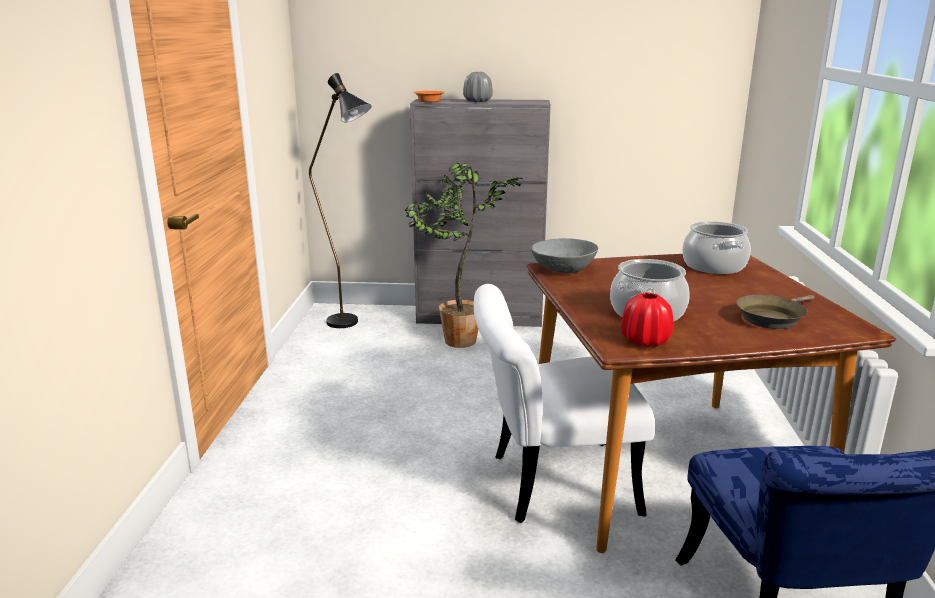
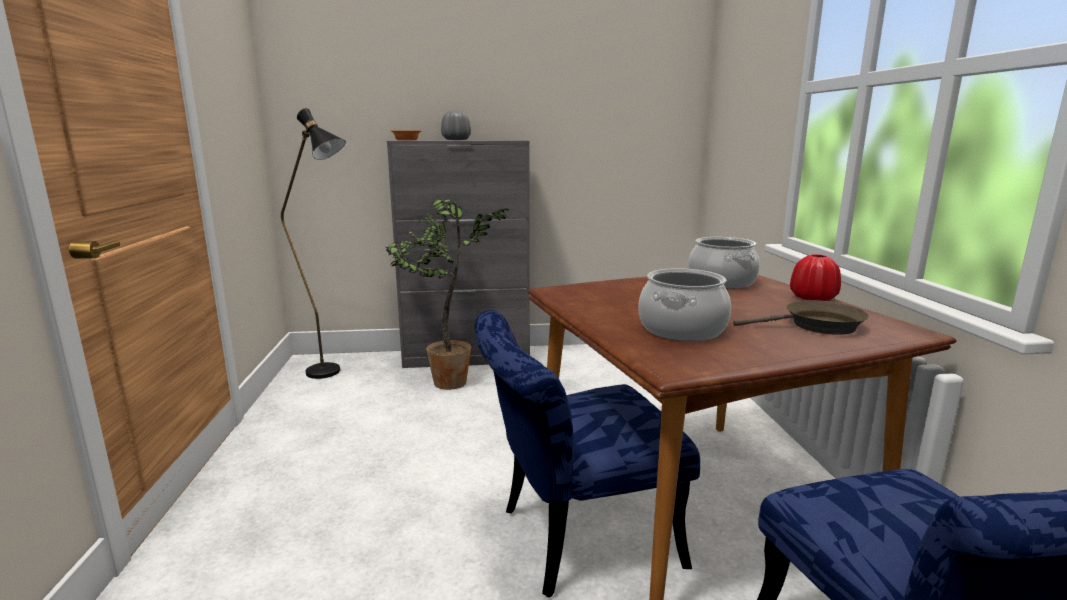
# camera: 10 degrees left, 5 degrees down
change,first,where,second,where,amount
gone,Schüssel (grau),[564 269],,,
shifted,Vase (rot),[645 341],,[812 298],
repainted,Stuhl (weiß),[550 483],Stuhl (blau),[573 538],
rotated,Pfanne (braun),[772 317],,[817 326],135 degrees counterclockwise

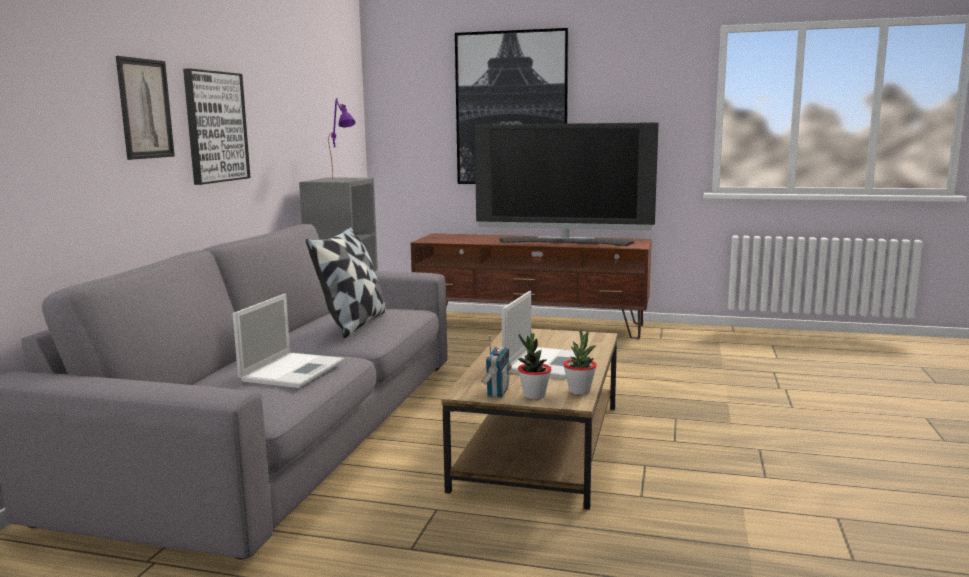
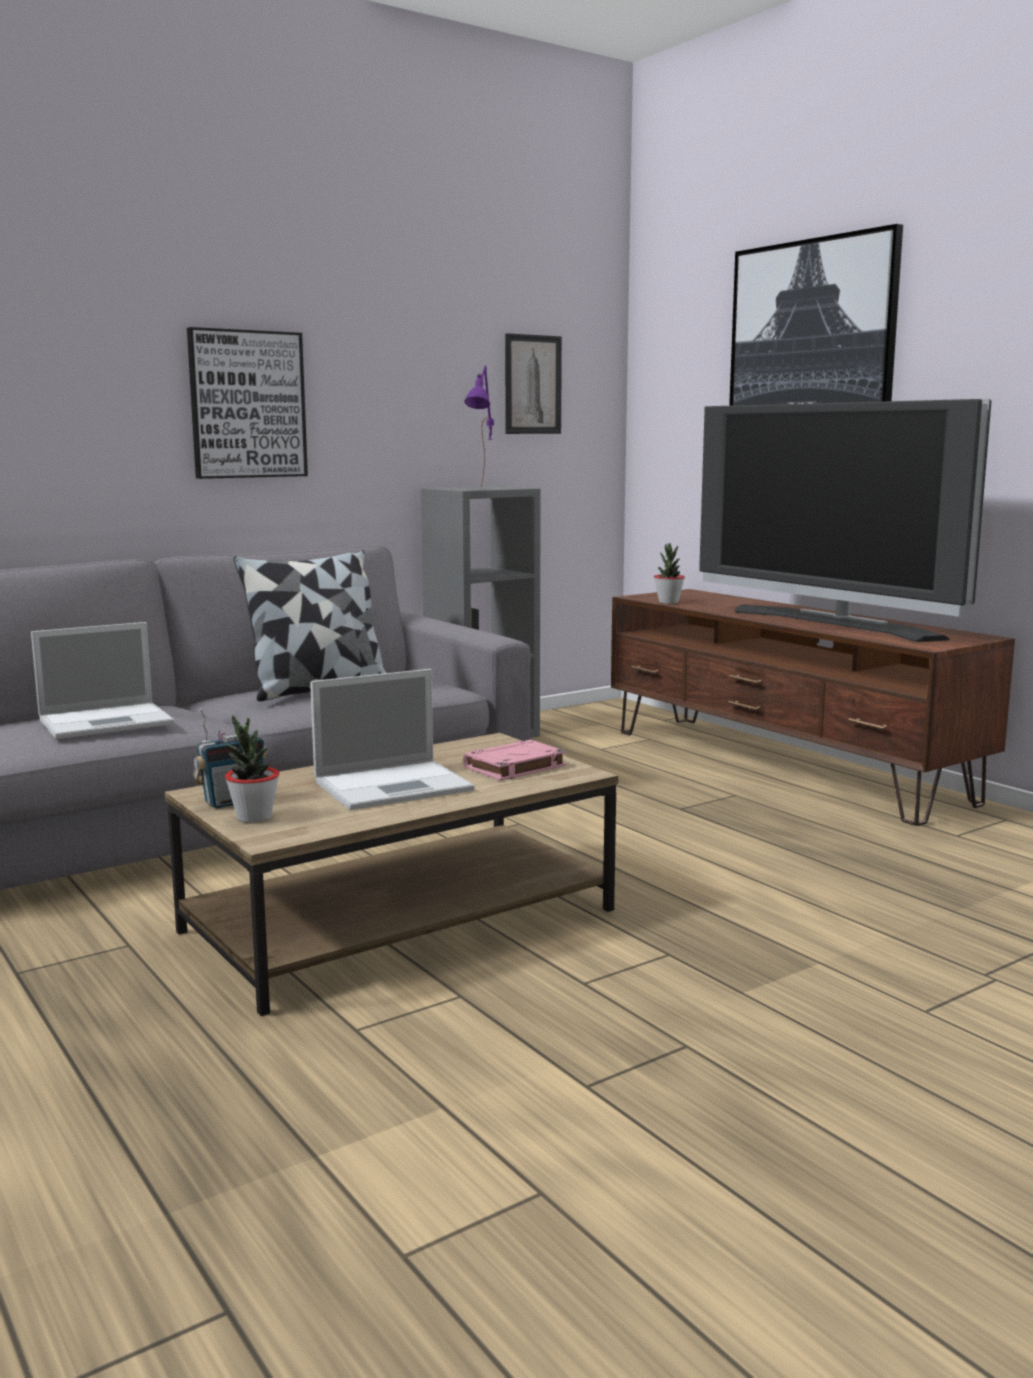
# camera: 40 degrees right, 0 degrees up
change,first,where,second,where,amount
new,,,Buch (rosa),[514 767],
shifted,Bild,[145 109],,[532 384],
shifted,Topfpflanze,[579 391],,[668 602],

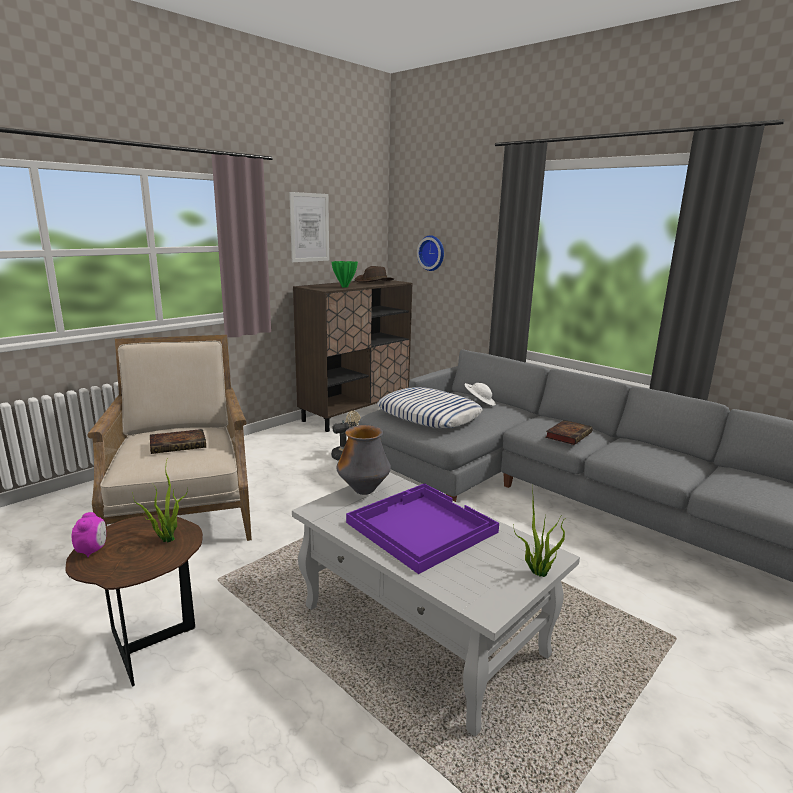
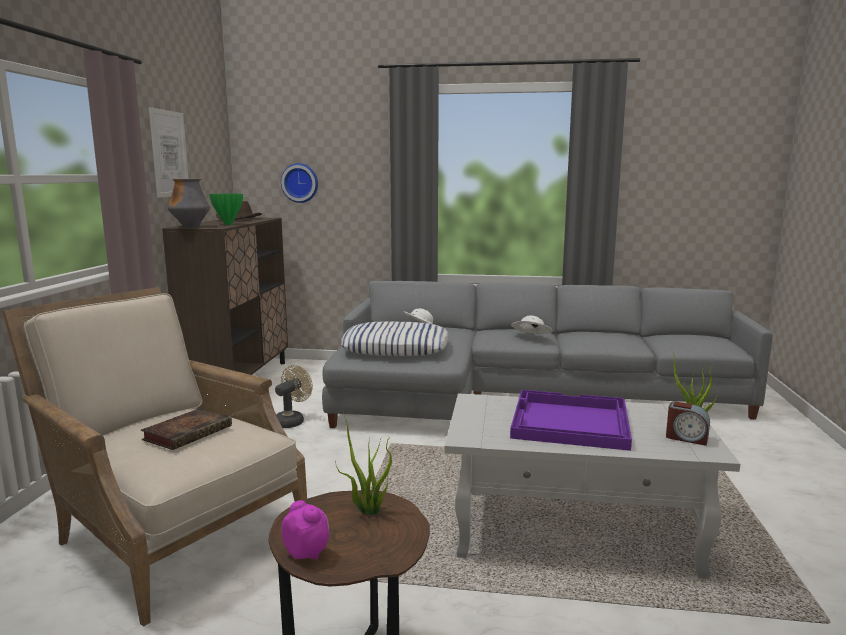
# camera: 35 degrees left, 5 degrees down
change,first,where,second,where,amount
new,,,Wecker,[686 438],
shifted,Vase,[363 491],,[190 227],
swapped,Buch,[568 435],Hut (weiß),[530 337],

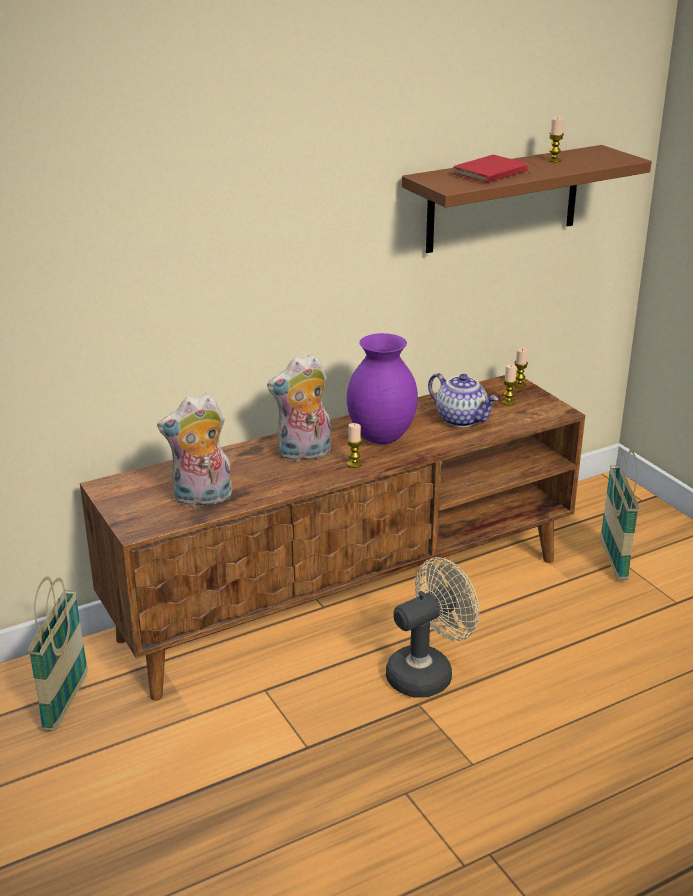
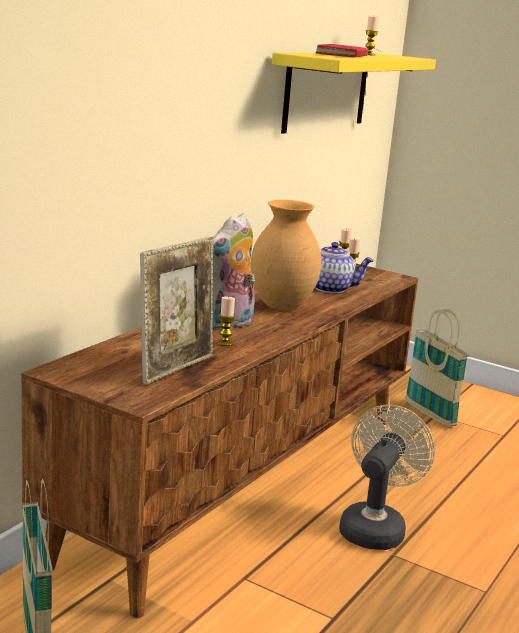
# camera: 30 degrees left, 10 degrees down
change,first,where,second,where,amount
shifted,Kerze,[354 464],,[225 343],
swapped,Plüschtier,[201 499],Bilderrahmen,[176 368],
repainted,Vase (lila),[382 438],Vase (braun),[282 306],
repainted,Wandregal (braun),[503 199],Wandregal (gelb),[326 90],

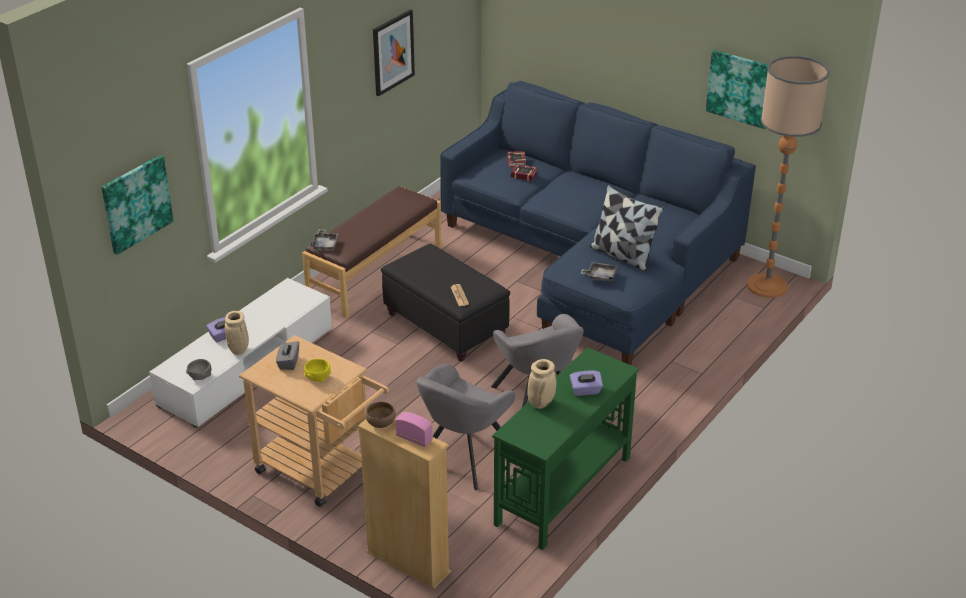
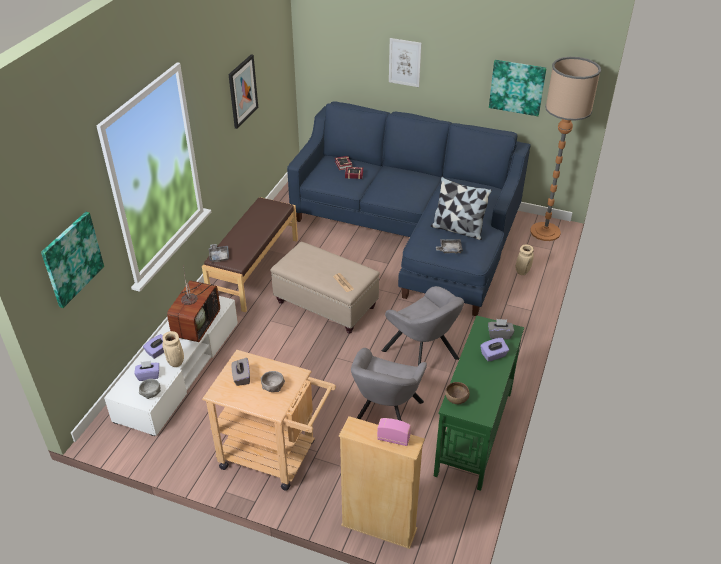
# camera: 15 degrees left, 5 degrees up
change,first,where,second,where,amount
new,,,Taschentuchbox (lila),[148 375],
new,,,Fernseher,[196 324],
new,,,Bild,[404 62],
new,,,Taschentuchbox (grau),[499 334],
shifted,Schüssel (braun),[380 422],,[456 398],
shifted,Vase (beige),[541 403],,[522 271],
repainted,Schüssel (gelb),[317 378],Schüssel (grau),[273 388],
repainted,Polsterhocker (schwarz),[445 325],Polsterhocker (beige),[325 304],

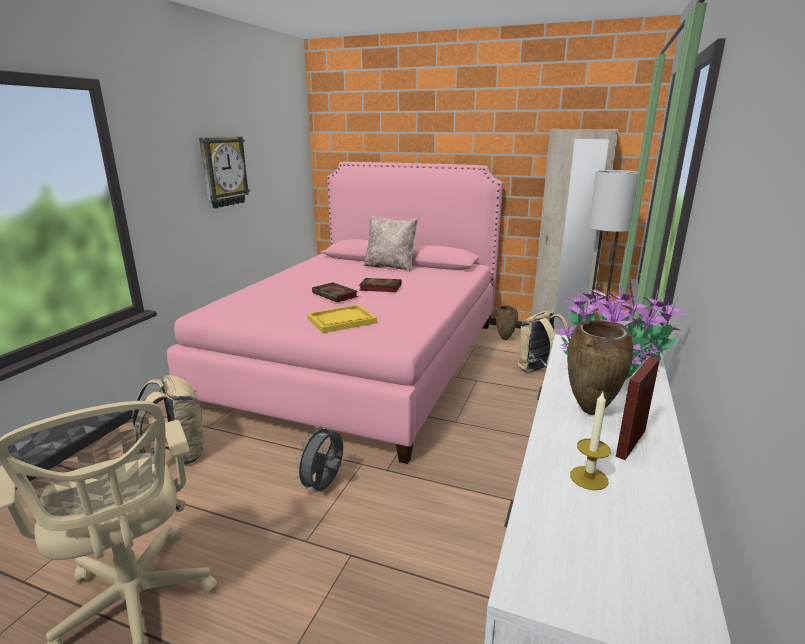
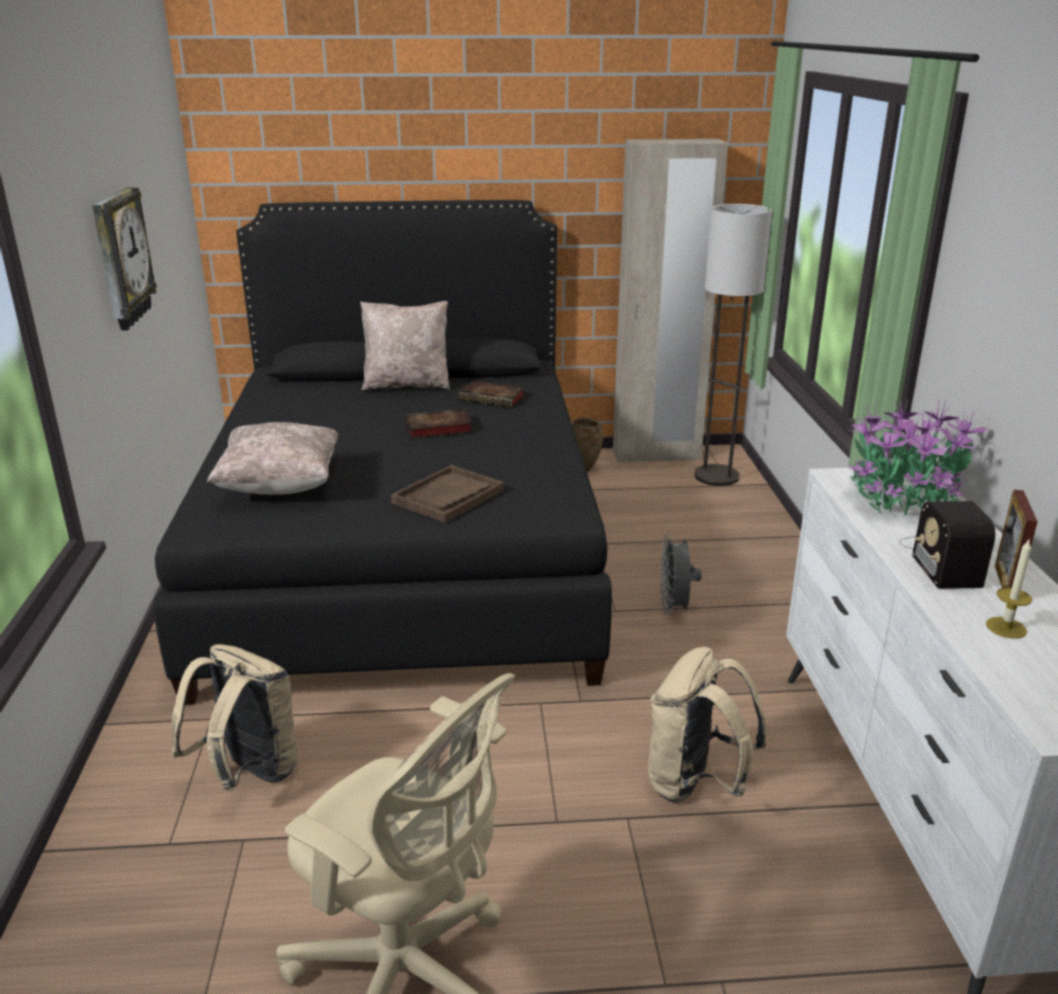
# camera: 25 degrees left, 5 degrees up
change,first,where,second,where,amount
new,,,Kissen (beige),[280 485],
shifted,Ventilator (grau),[324 486],,[675 608],
shifted,Buch,[336 295],,[494 398],
shifted,Rucksack (beige),[539 370],,[696 784],
swapped,Vase (braun),[591 412],Radio,[942 559],
repainted,Bett (rosa),[362 361],Bett (schwarz),[403 550],
repainted,Tablett (gelb),[341 320],Tablett (braun),[448 496],

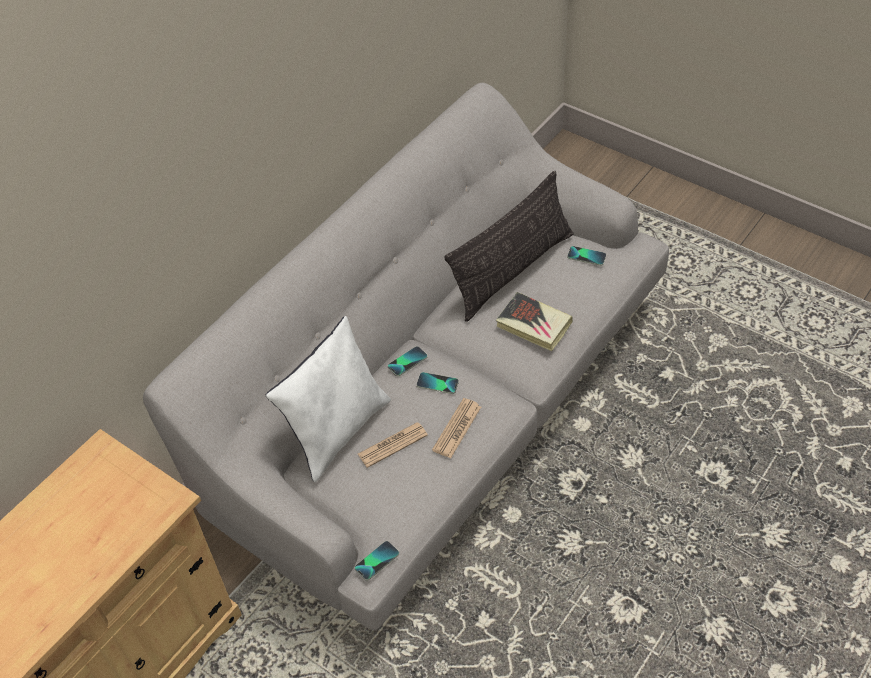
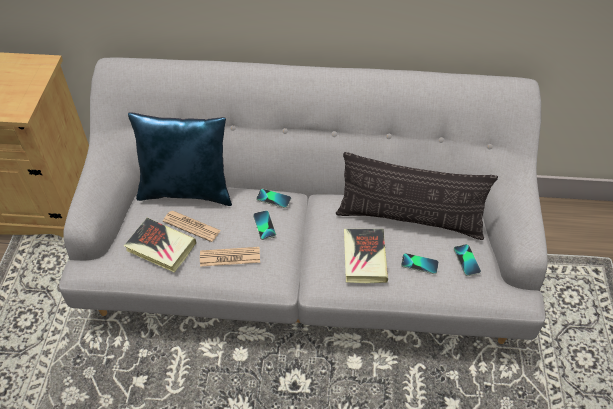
# camera: 55 degrees right, 0 degrees up
change,first,where,second,where,amount
new,,,Buch,[161 247],
shifted,Handy,[377 561],,[419 264],
repainted,Kissen (weiß),[337 430],Kissen (blau),[187 190],

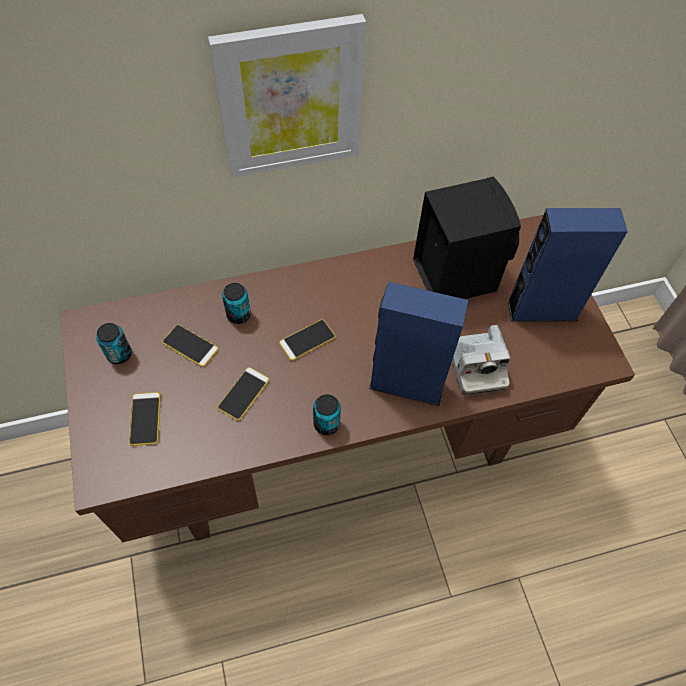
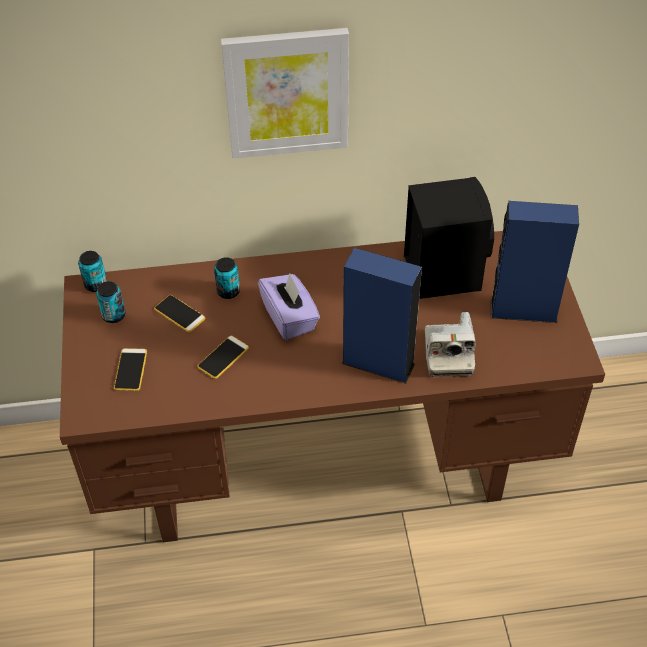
# camera: 10 degrees right, 10 degrees down
change,first,where,second,where,amount
shifted,Dose,[326 424],,[95 284],
swapped,Handy,[307 340],Taschentuchbox (lila),[289 318],

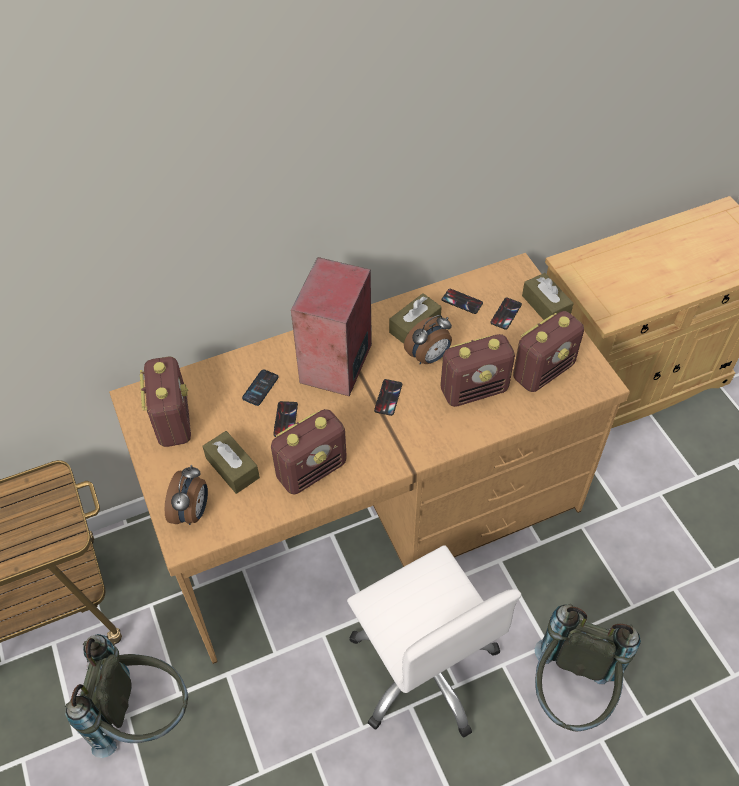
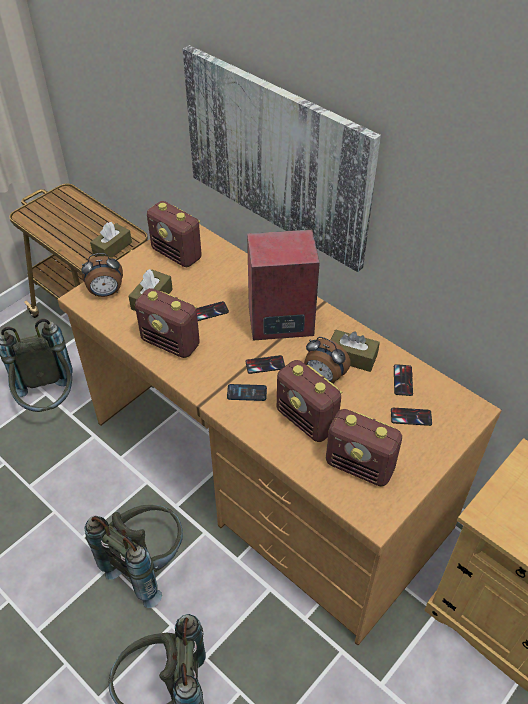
# camera: 65 degrees right, 5 degrees down
change,first,where,second,where,amount
new,,,Bild,[277 157],
shifted,Handy,[260 388],,[247 393],
shifted,Taschentuchbox (braun),[545 306],,[112 248],
swapped,Bürostuhl (weiß),[424 667],Rucksack (grau),[146 563],
rotated,Radio,[173 420],,[177 254],75 degrees clockwise

